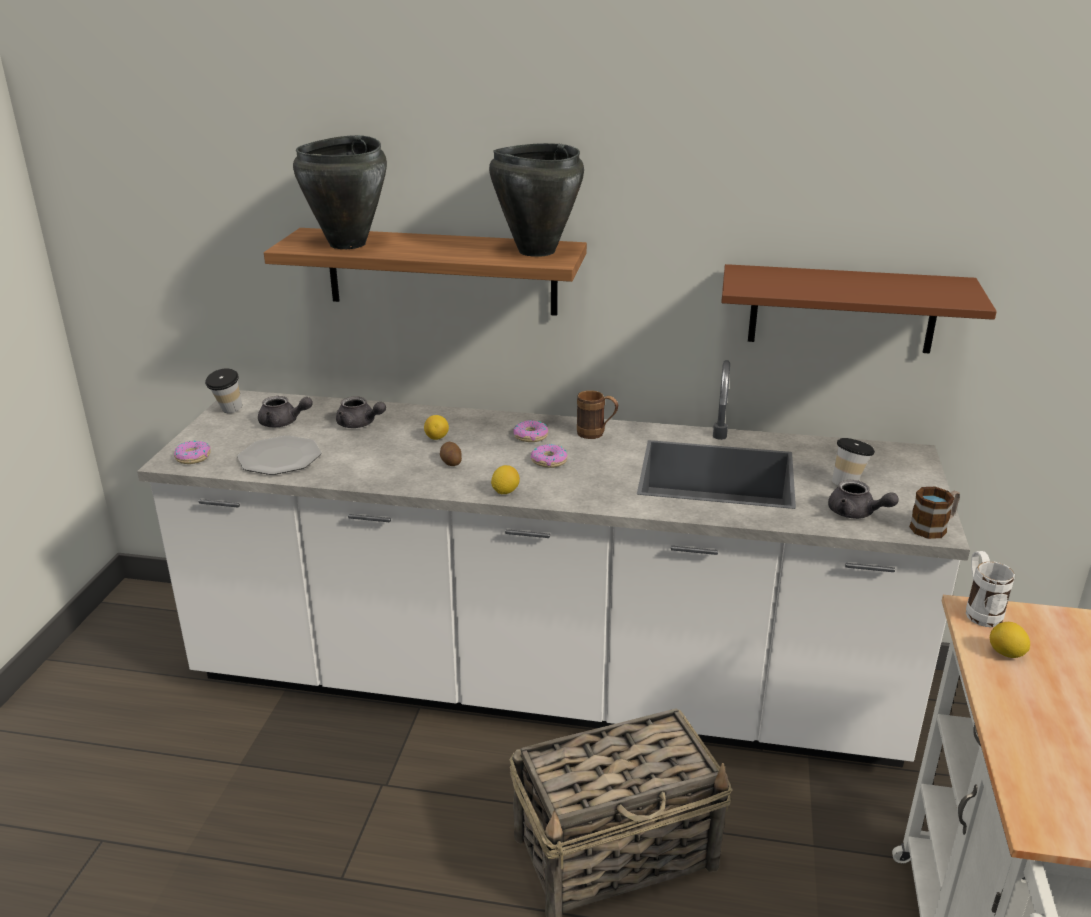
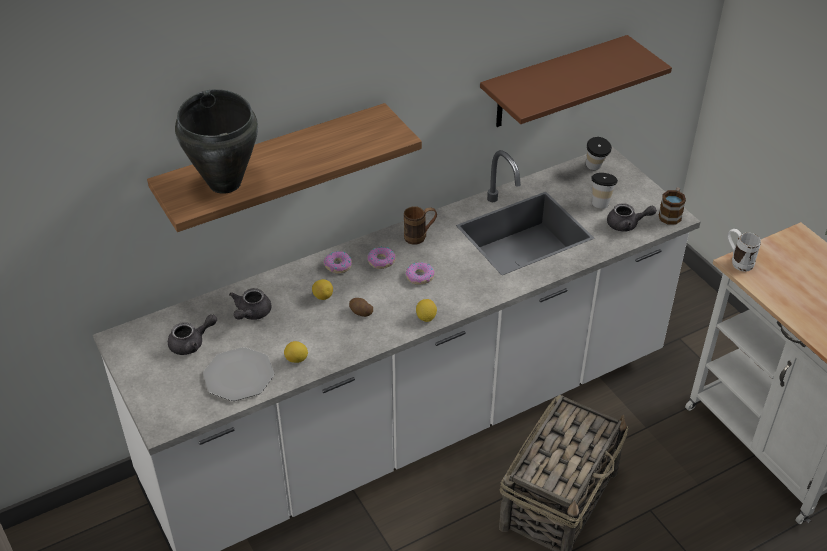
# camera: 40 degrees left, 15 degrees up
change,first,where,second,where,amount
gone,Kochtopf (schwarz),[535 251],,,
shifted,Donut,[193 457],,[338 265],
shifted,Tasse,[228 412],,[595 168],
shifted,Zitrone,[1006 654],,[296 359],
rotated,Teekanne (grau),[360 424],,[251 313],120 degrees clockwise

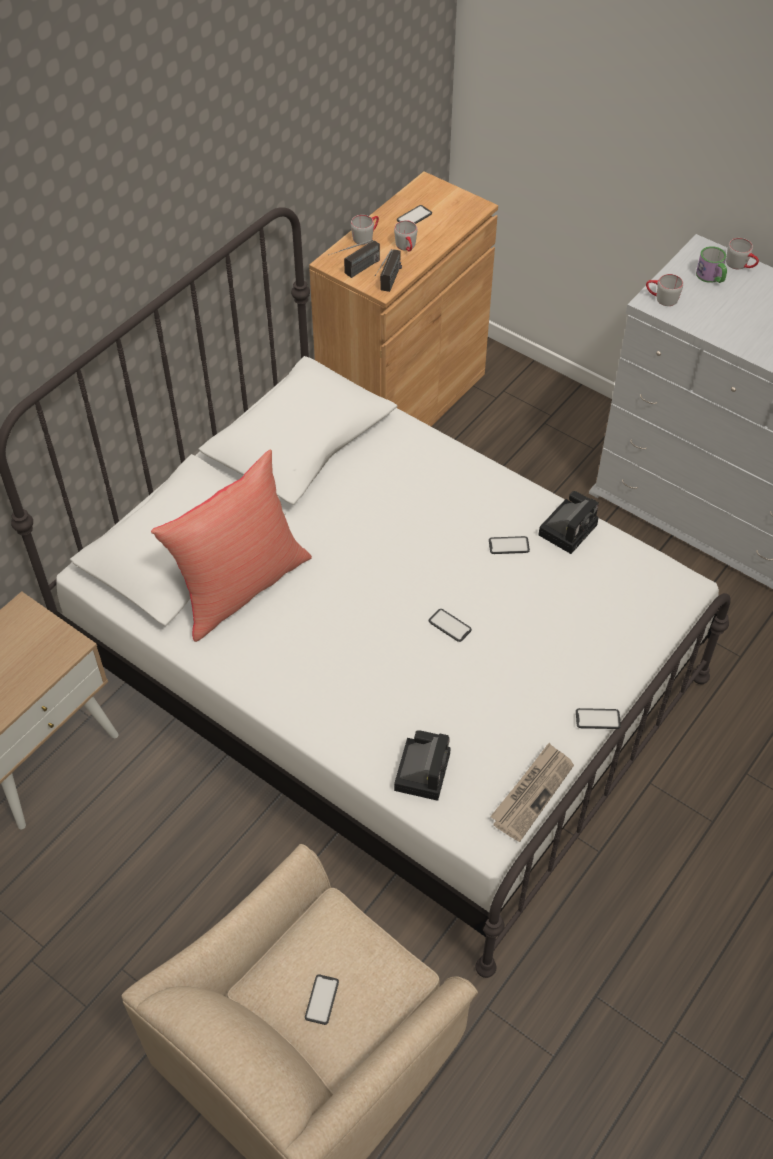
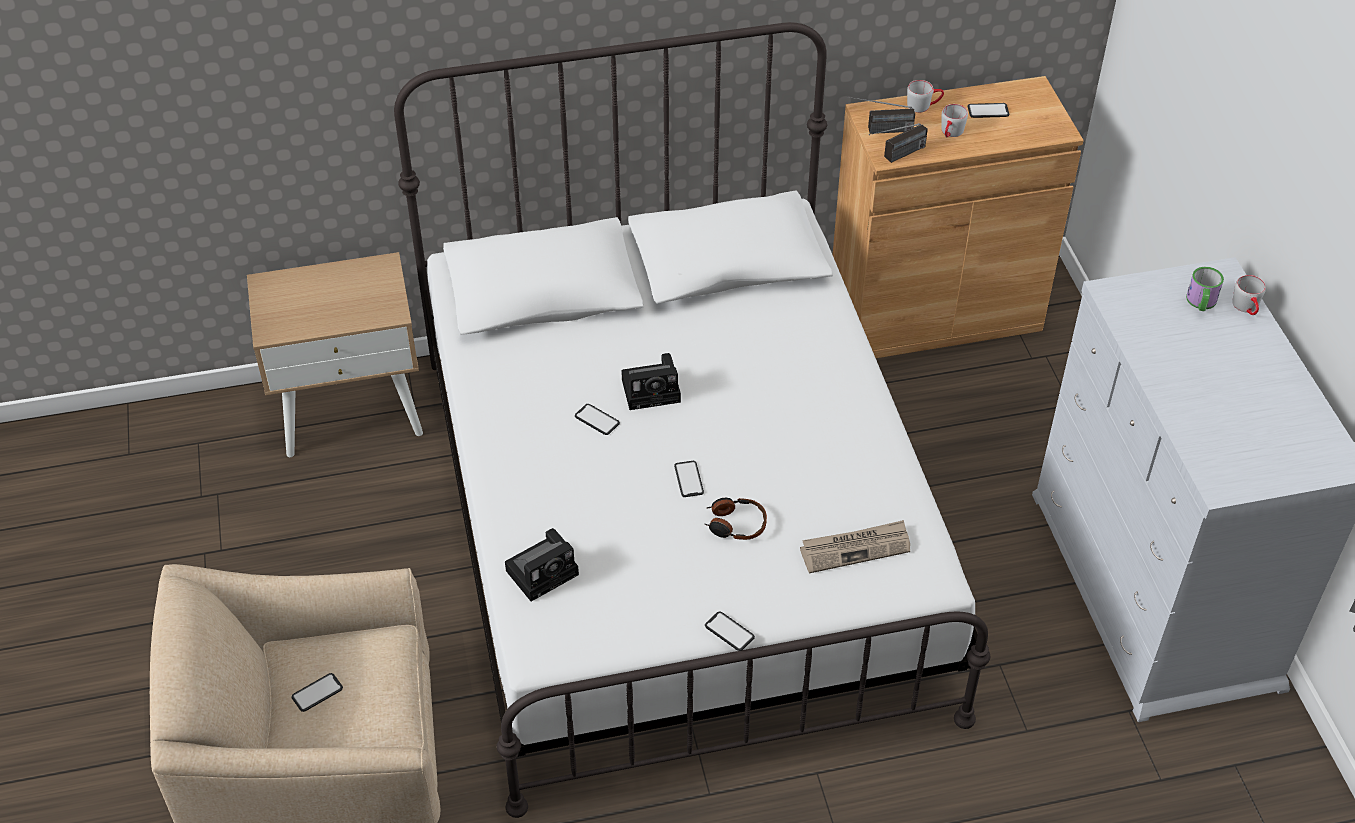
# camera: 40 degrees right, 5 degrees down
change,first,where,second,where,amount
gone,Kissen (rot),[240 586],,,
gone,Henkelbecher (grau),[661 298],,,
new,,,Kopfhörer,[735 524],
shifted,Handy,[509 545],,[597 420],
shifted,Zeitung,[532 792],,[855 548],
shifted,Kamera,[568 528],,[653 390],

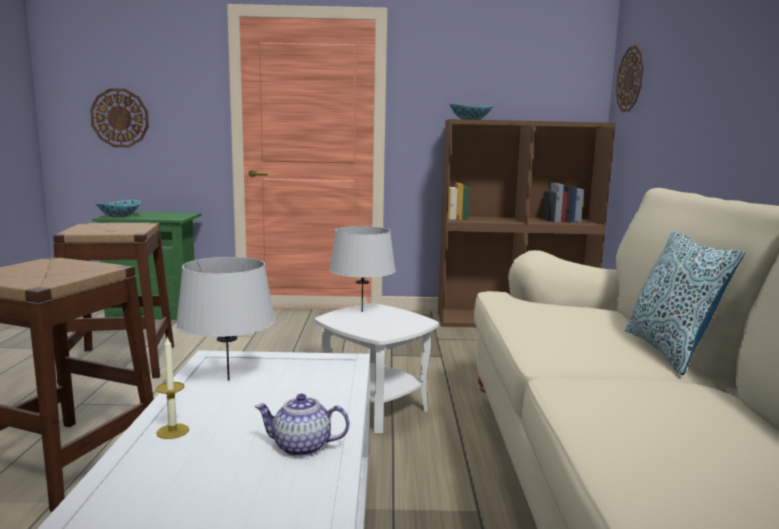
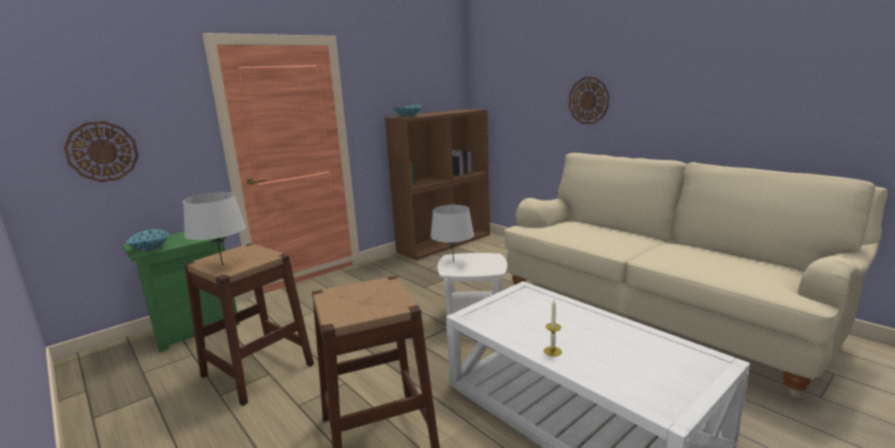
# camera: 40 degrees left, 5 degrees up
change,first,where,second,where,amount
gone,Teekanne,[301 447],,,
gone,Kissen,[669 351],,,
shifted,Tischlampe (grau),[228 380],,[222 265],
shifted,Wanduhr,[630 79],,[588 100],

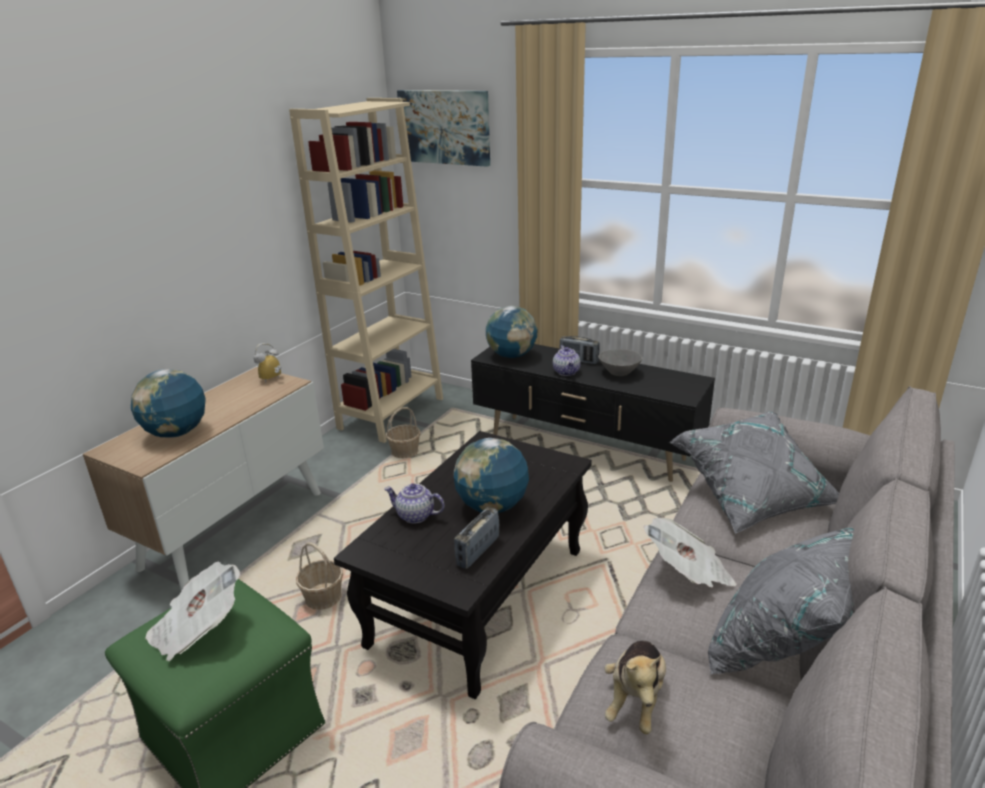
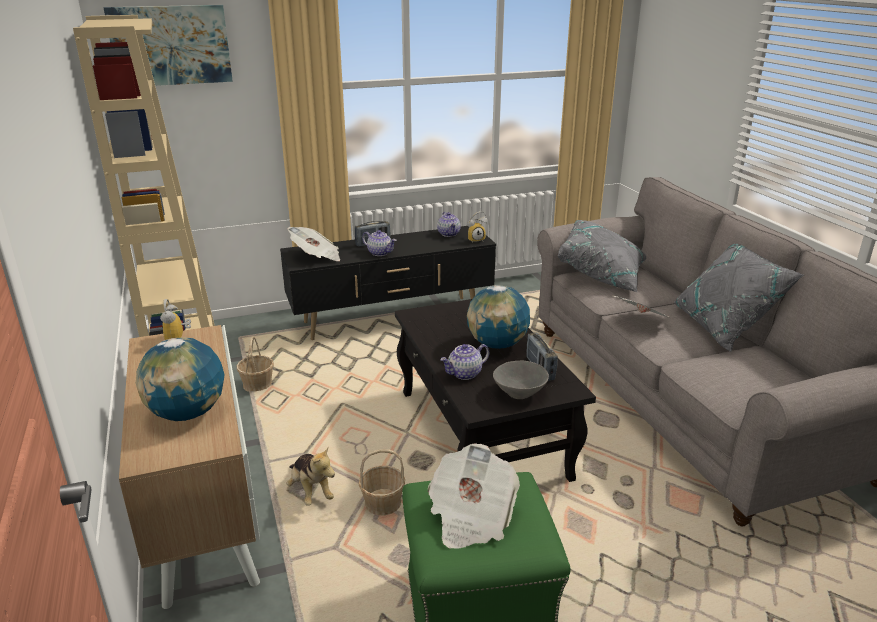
# camera: 50 degrees left, 0 degrees up
change,first,where,second,where,amount
new,,,Teekanne,[449 234],
new,,,Wecker,[475 240],
shifted,Schüssel (grau),[618 372],,[519 393],
shifted,Plüschtier,[635 699],,[311 491],
swapped,Globus,[512 355],Zeitung,[316 257],

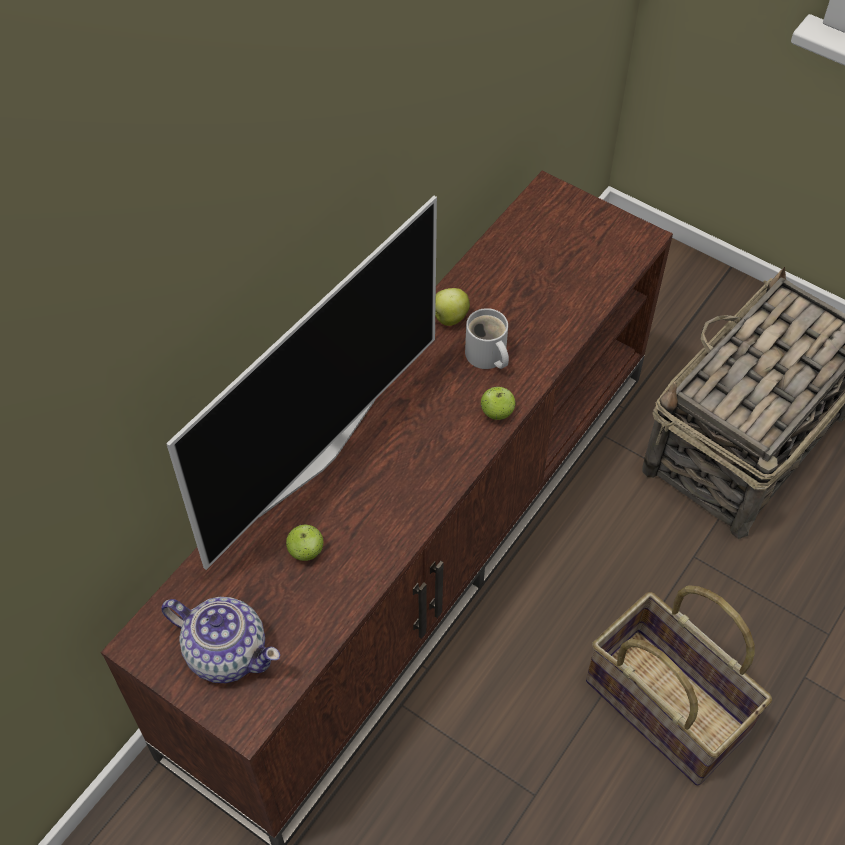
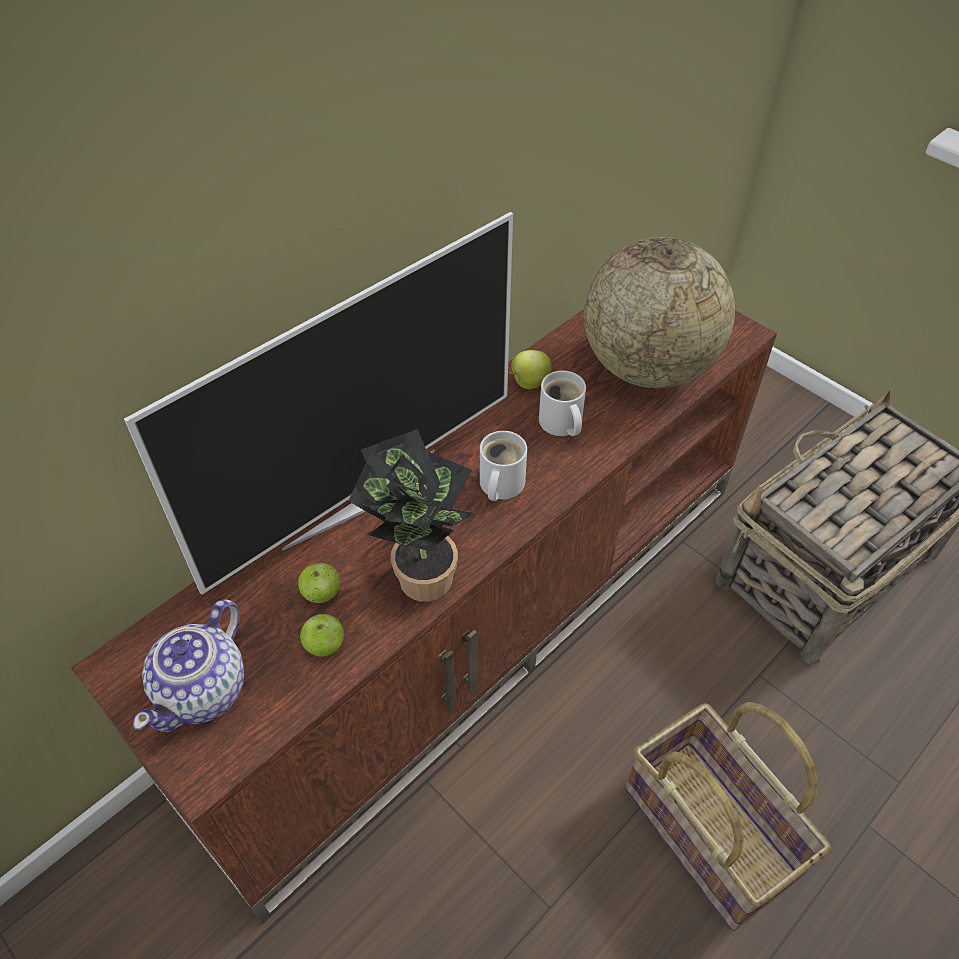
# camera: 10 degrees right, 5 degrees down
change,first,where,second,where,amount
new,,,Topfpflanze,[419 573],
new,,,Henkelbecher (weiß),[499 485],
new,,,Globus,[647 367],
shifted,Apfel,[497 413],,[325 645],
rotated,Teekanne,[226 651],,[204 689],75 degrees clockwise

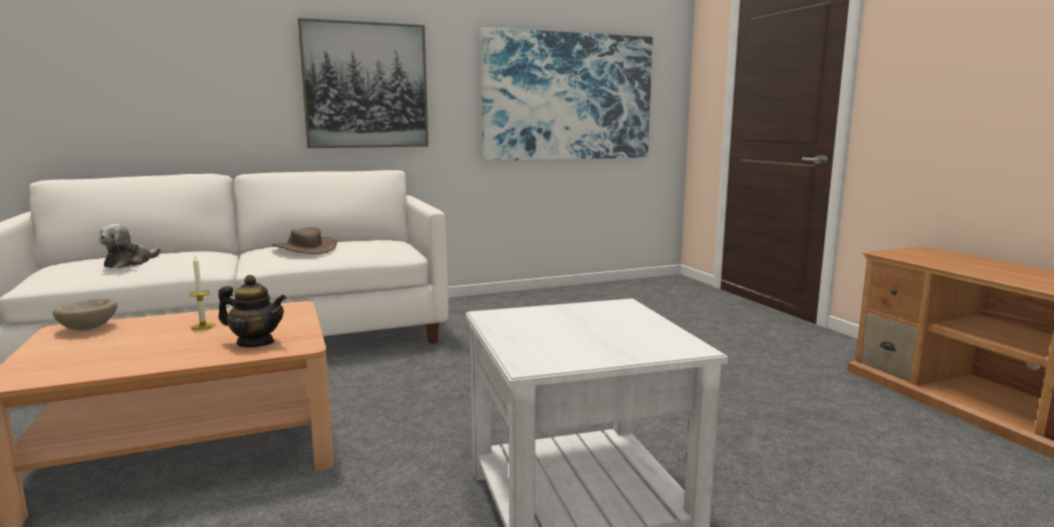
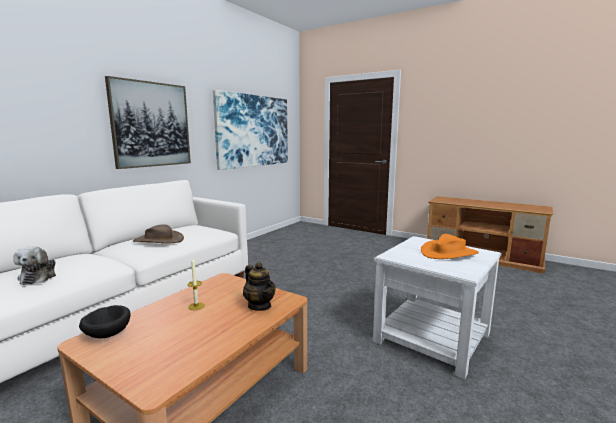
# camera: 35 degrees left, 0 degrees up
change,first,where,second,where,amount
new,,,Hut (orange),[448 253],
repainted,Schüssel (beige),[89 328],Schüssel (schwarz),[108 333],
rotated,Teekanne,[256 343],,[260 306],75 degrees clockwise

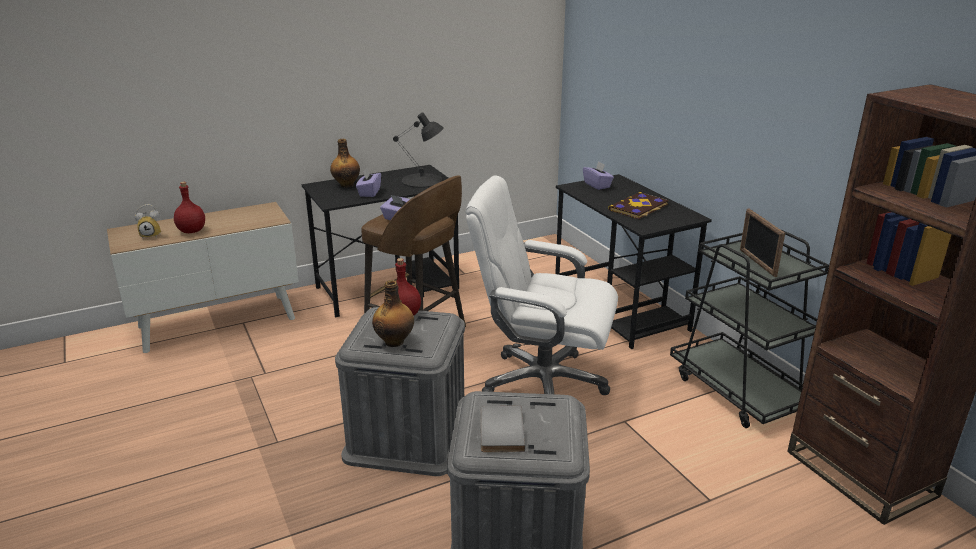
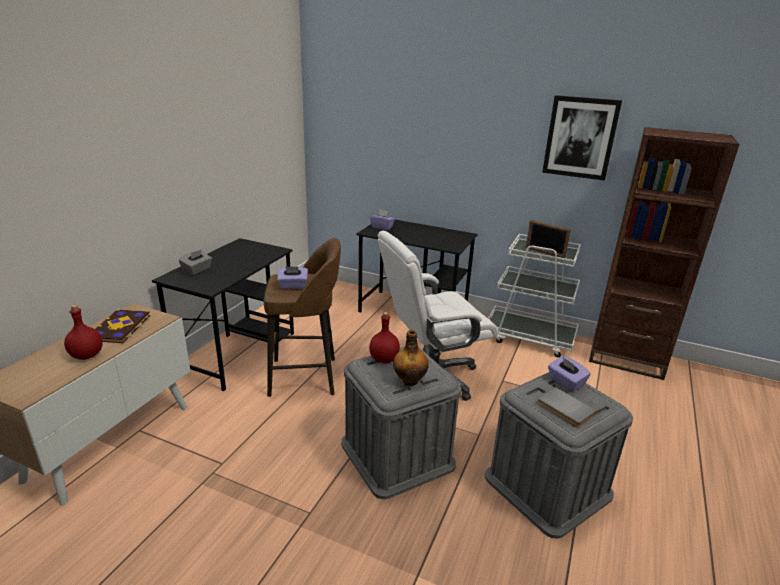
# camera: 40 degrees left, 0 degrees up
change,first,where,second,where,amount
gone,Wecker,[152 235],,,
gone,Tischlampe (schwarz),[422 181],,,
new,,,Bild,[580 137],
shifted,Taschentuchbox (lila),[369 192],,[565 382],
shifted,Buch,[639 208],,[121 328],
swapped,Flasche,[346 185],Taschentuchbox (grau),[197 270],
repainted,Rollwagen (schwarz),[738 391],Rollwagen (weiß),[529 337],

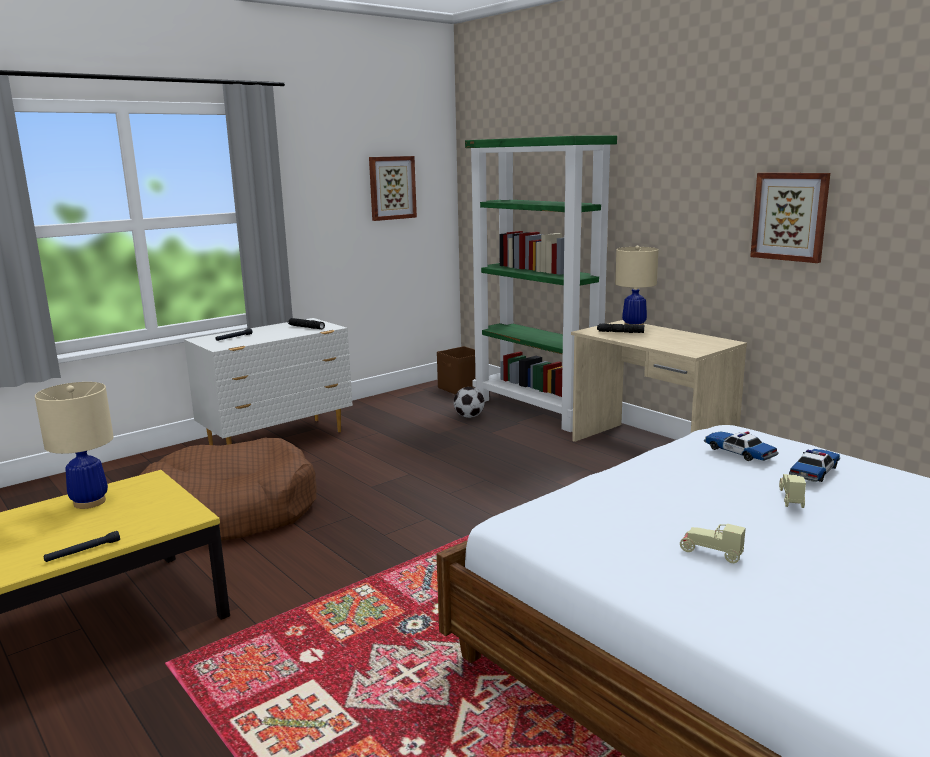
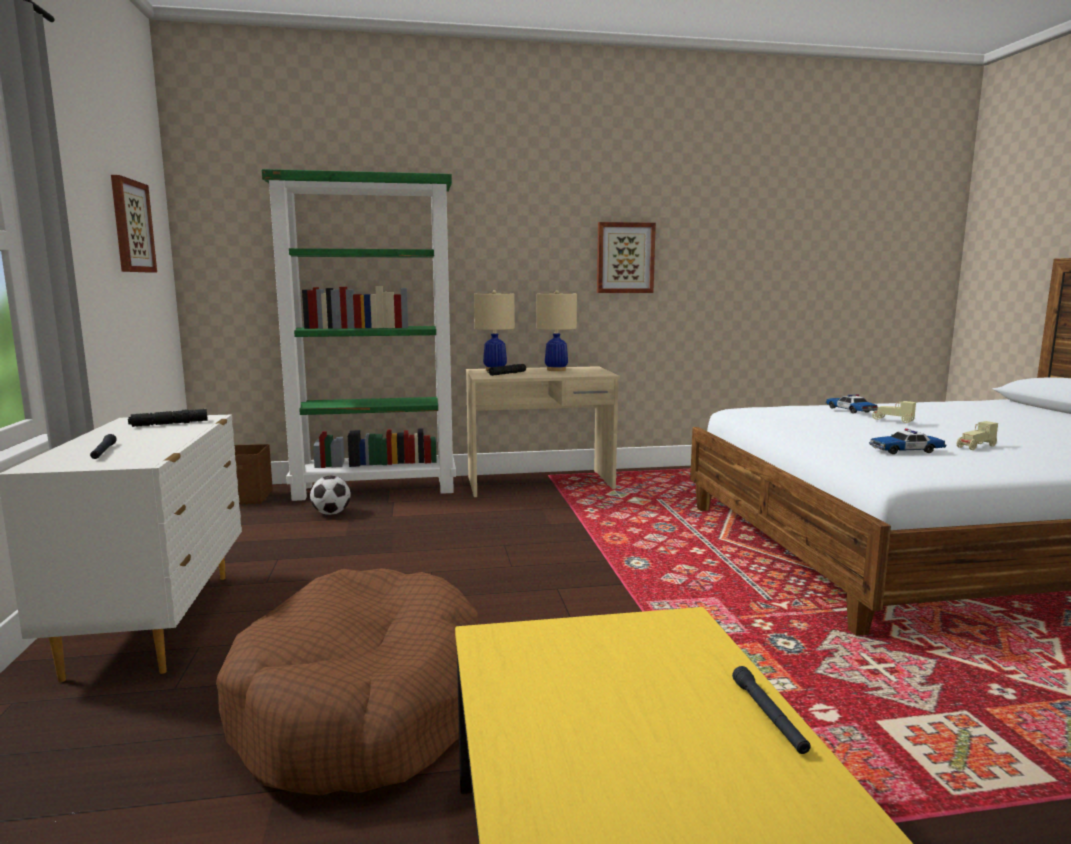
# camera: 60 degrees left, 5 degrees down
change,first,where,second,where,amount
shifted,Tischlampe (beige),[89 502],,[556 370],
shifted,Spielzeugauto,[739 452],,[906 450],

